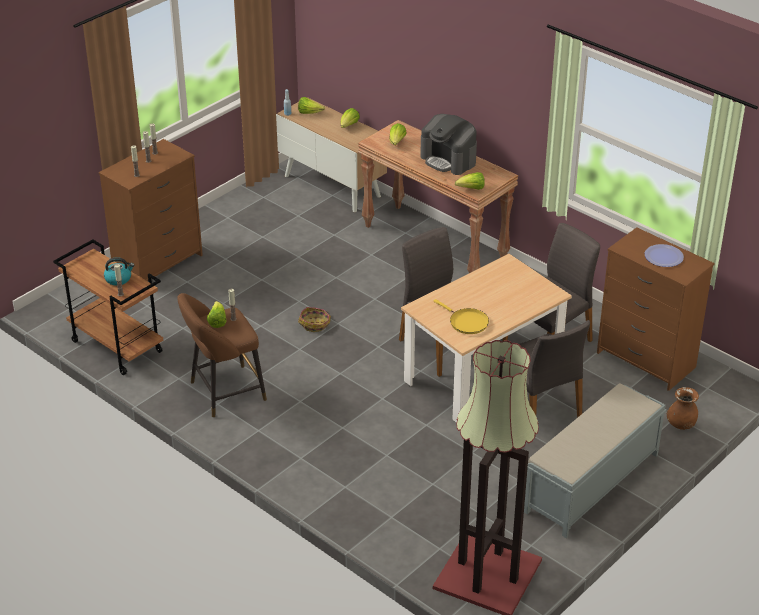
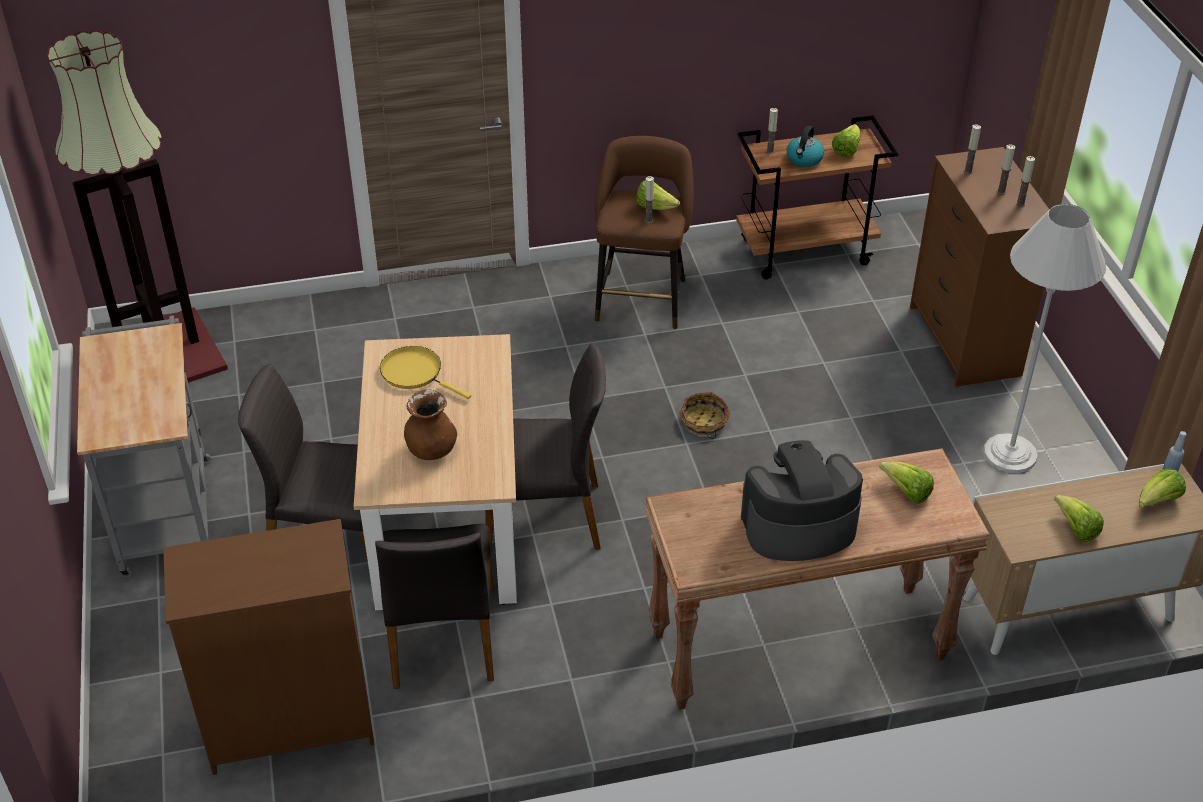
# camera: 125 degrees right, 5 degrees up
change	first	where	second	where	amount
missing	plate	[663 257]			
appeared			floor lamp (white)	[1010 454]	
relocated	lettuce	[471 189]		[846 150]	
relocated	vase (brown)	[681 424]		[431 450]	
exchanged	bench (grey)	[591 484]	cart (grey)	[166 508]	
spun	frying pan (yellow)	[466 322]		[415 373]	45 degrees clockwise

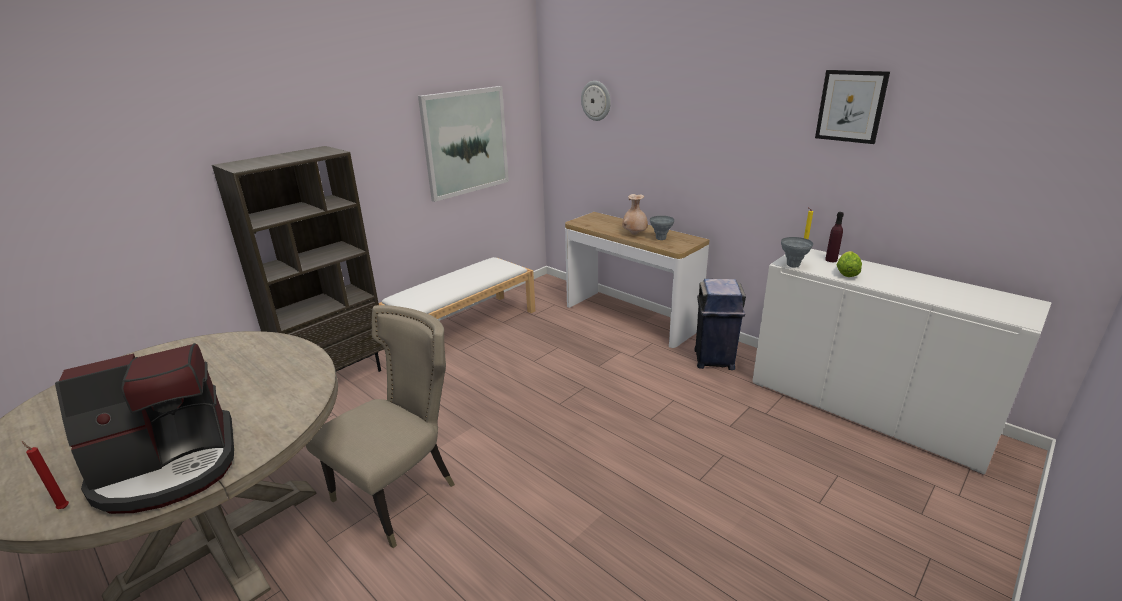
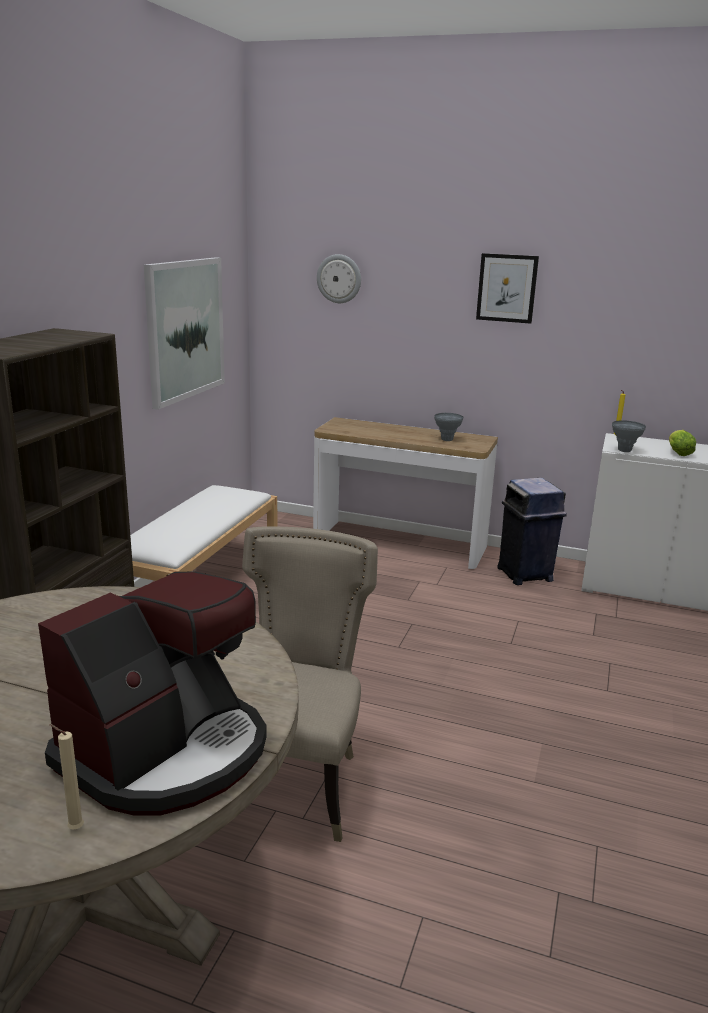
# camera: 25 degrees left, 5 degrees down
change	first	where	second	where	amount
missing	vase (beige)	[634 234]			
missing	bottle (purple)	[831 260]			
relocated	picture	[851 106]		[507 288]	
colour	candle (red)	[63 507]	candle (beige)	[73 828]	

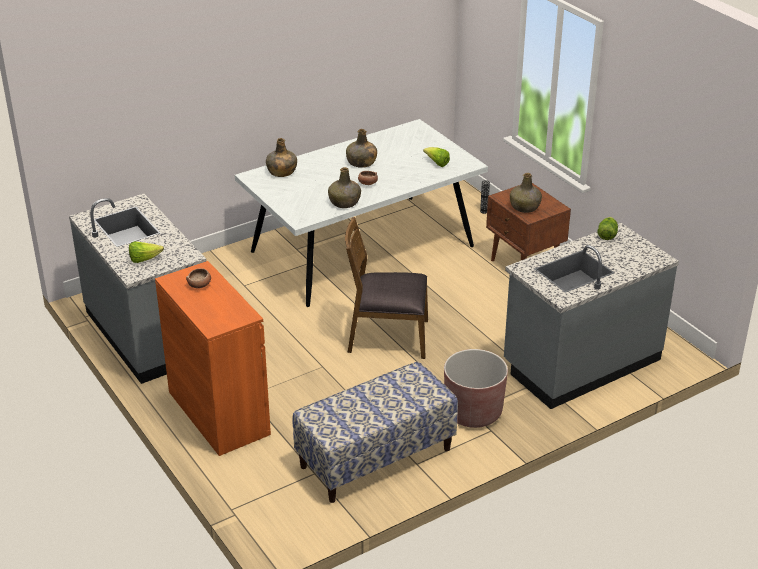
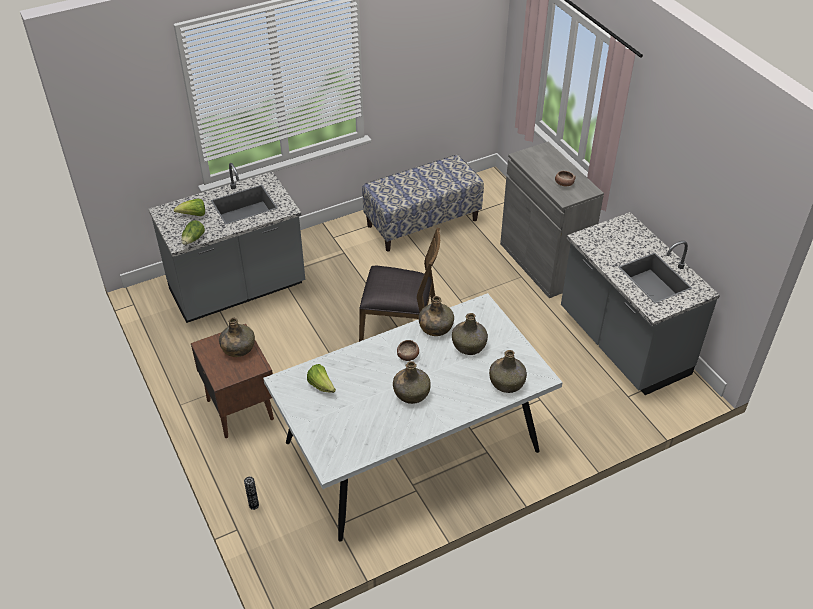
# camera: 175 degrees left, 10 degrees up
change	first	where	second	where	amount
missing	planter (brown)	[473 412]			
appeared			bottle (green)	[469 345]	
relocated	lettuce	[144 259]		[193 215]	
colour	cabinet (orange)	[218 413]	cabinet (grey)	[542 263]	

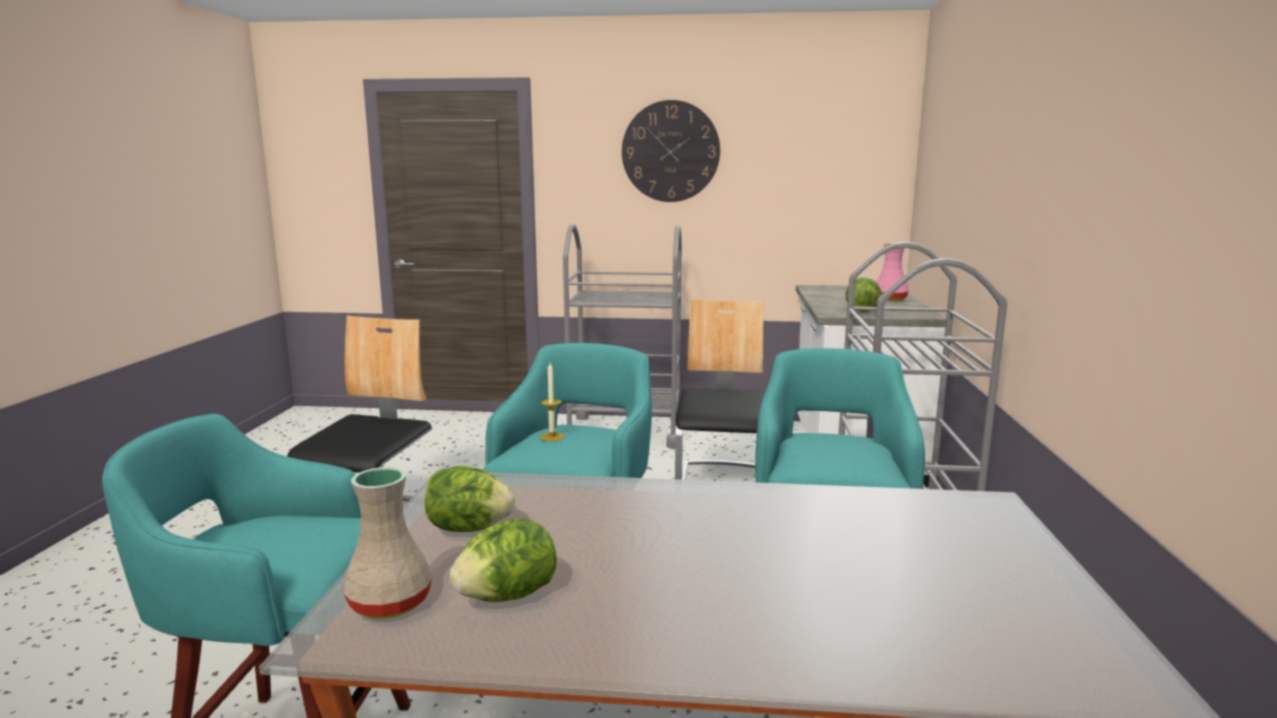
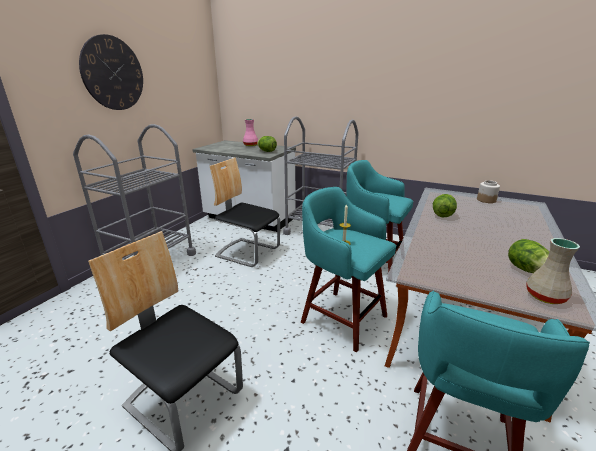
# camera: 70 degrees left, 10 degrees up
change	first	where	second	where	amount
appeared			jar	[486 200]	
relocated	lettuce	[468 528]		[442 215]	

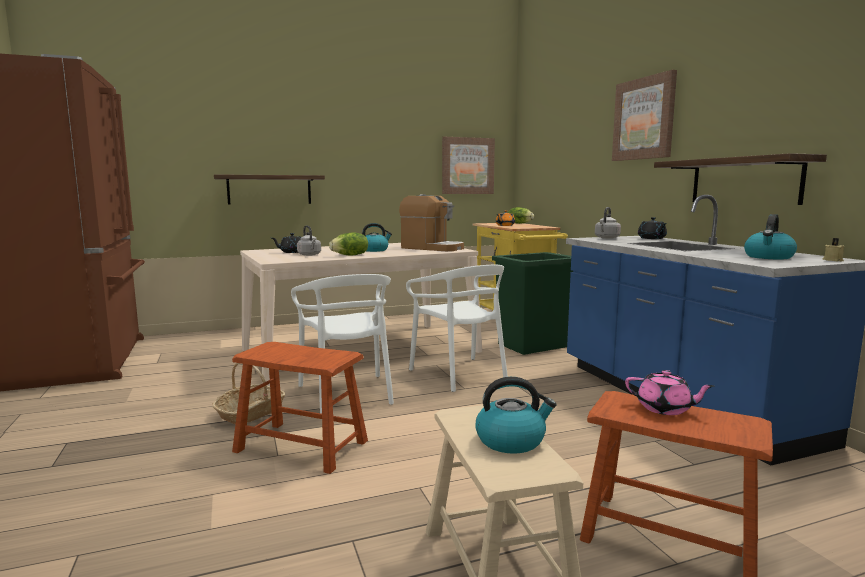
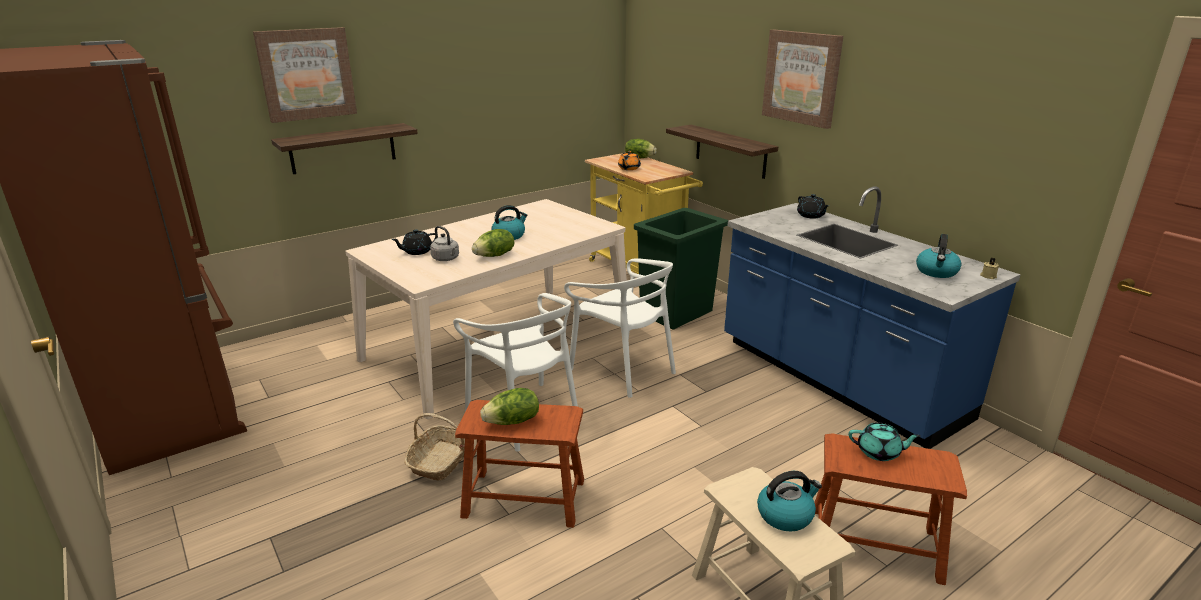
# camera: 15 degrees left, 15 degrees up
change	first	where	second	where	amount
missing	coffee machine	[432 248]			
missing	kettle (grey)	[606 238]			
appeared			lettuce	[513 421]	
relocated	picture	[467 166]		[306 74]	
relocated	shelf	[744 181]		[730 151]	
colour	teapot (pink)	[665 409]	teapot (turquoise)	[879 452]	

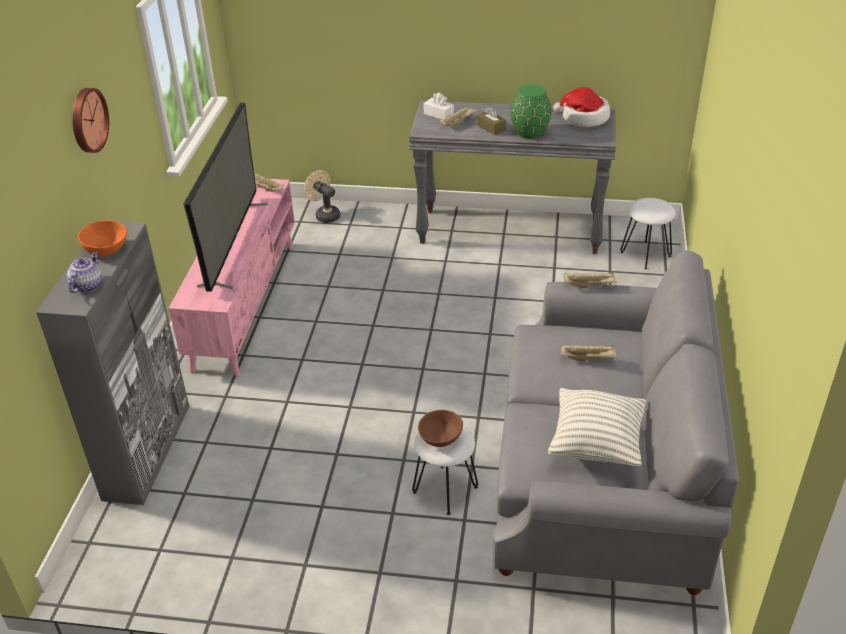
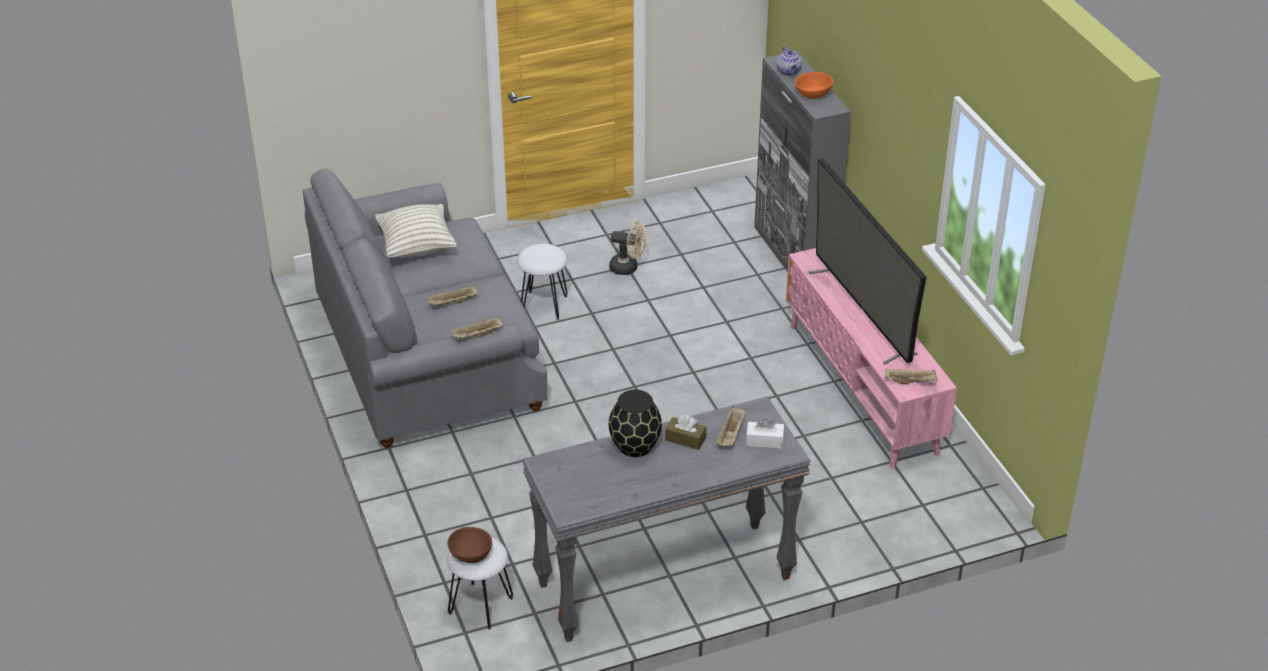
# camera: 150 degrees right, 0 degrees up
change	first	where	second	where	amount
missing	wall clock	[87 120]			
missing	hat	[583 118]			
relocated	fan (beige)	[325 215]		[628 268]	
relocated	bowl (brown)	[441 438]		[470 555]	
colour	vase (green)	[529 132]	vase (black)	[635 446]	

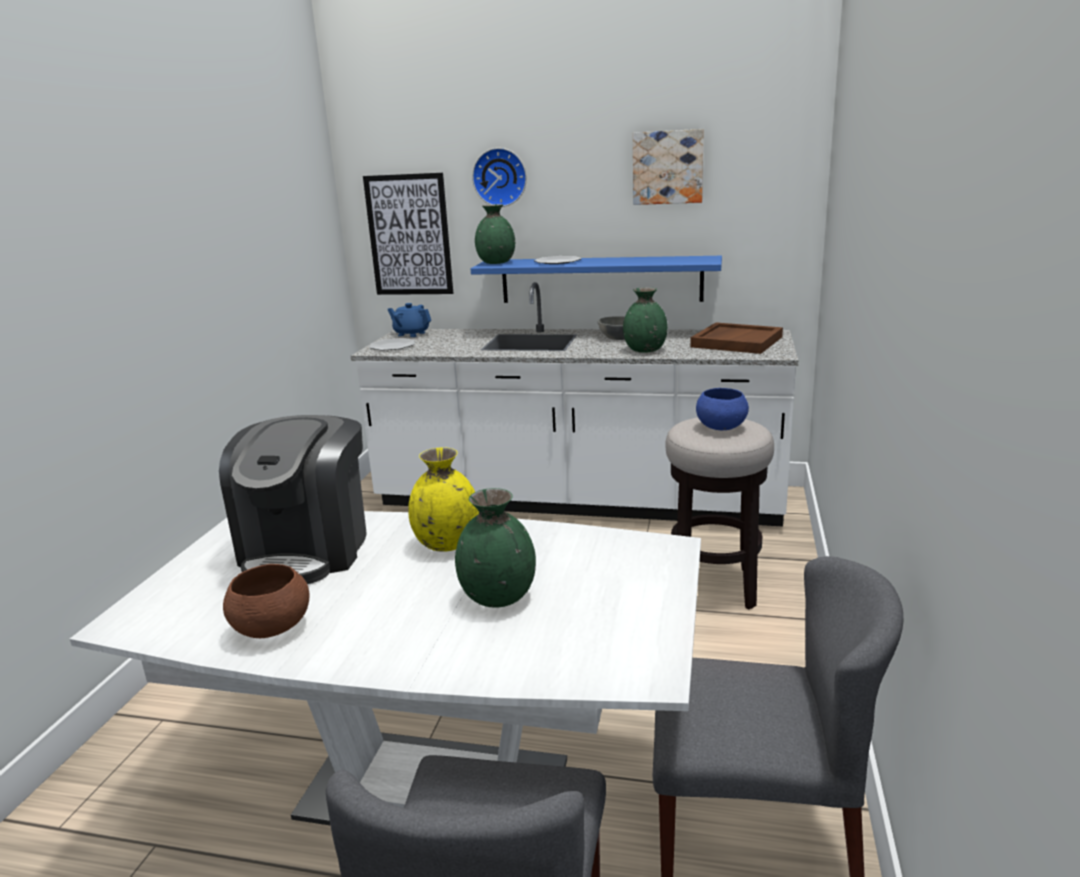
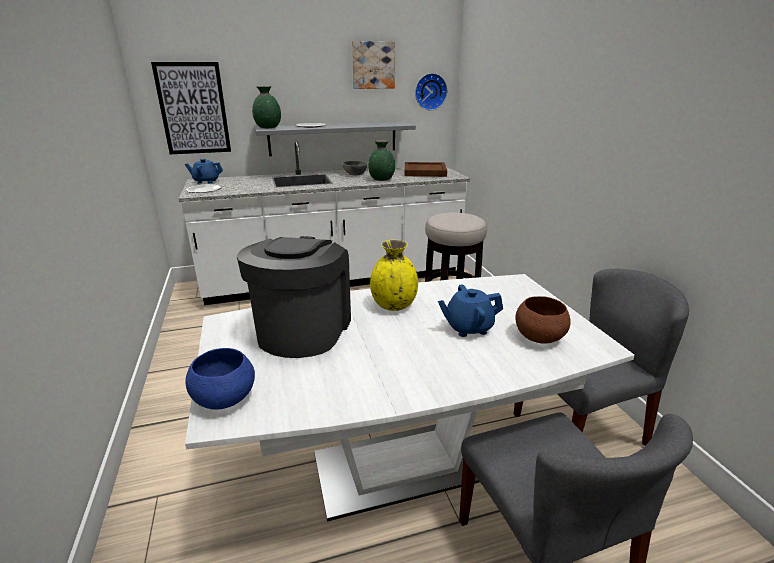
# camera: 30 degrees left, 5 degrees up
change	first	where	second	where	amount
relocated	bowl (brown)	[271 628]		[538 337]	
relocated	wall clock	[500 177]		[430 91]	
relocated	bowl (blue)	[720 428]		[224 399]	
exchanged	vase (green)	[499 597]	teapot (blue)	[468 328]	
colour	shelf (blue)	[600 280]	shelf (grey)	[333 138]	
spun	coffee machine	[308 550]		[303 330]	150 degrees counterclockwise

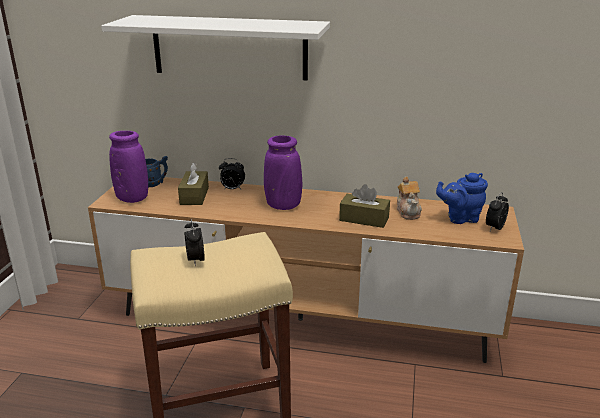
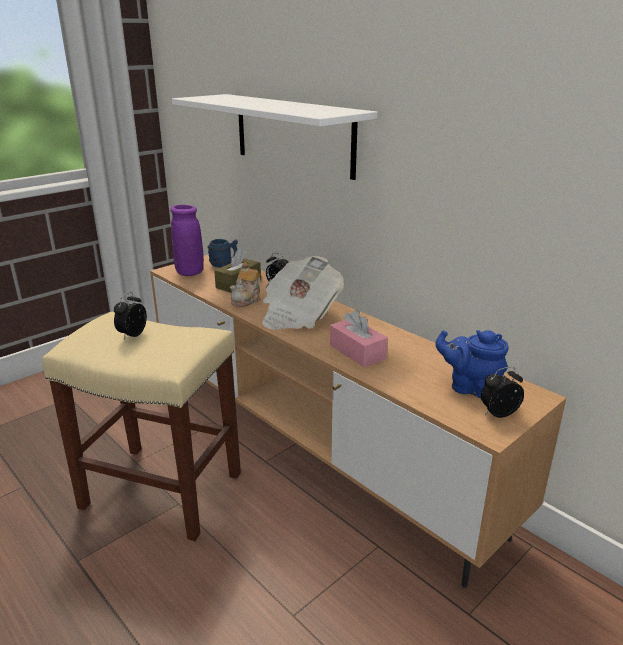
# camera: 35 degrees right, 0 degrees up
change	first	where	second	where	amount
relocated	teapot	[408 211]		[247 300]	
exchanged	vase (purple)	[283 206]	newspaper	[299 314]	
colour	tissue box (brown)	[364 219]	tissue box (pink)	[357 352]	

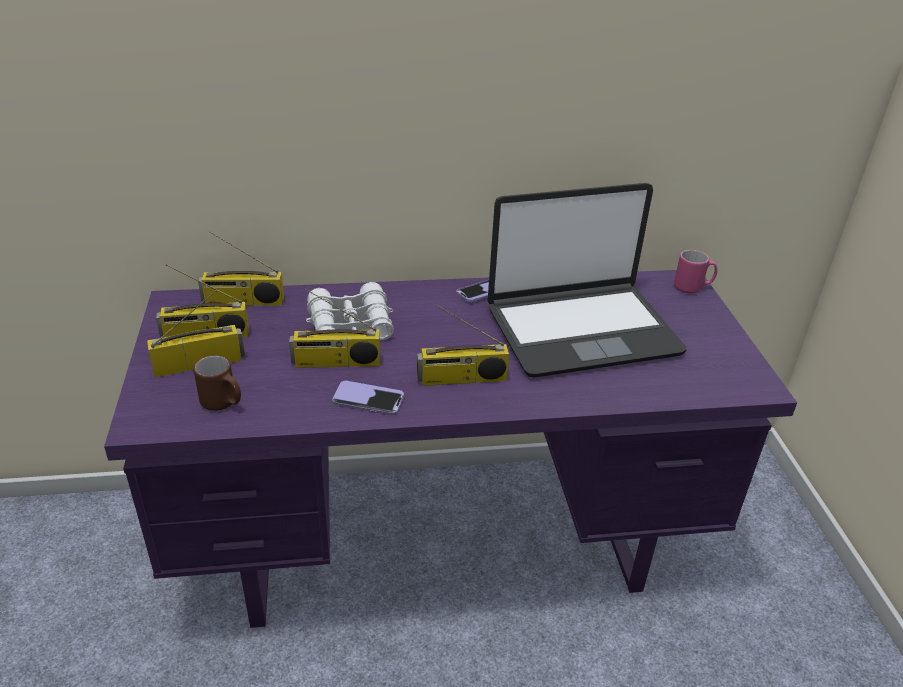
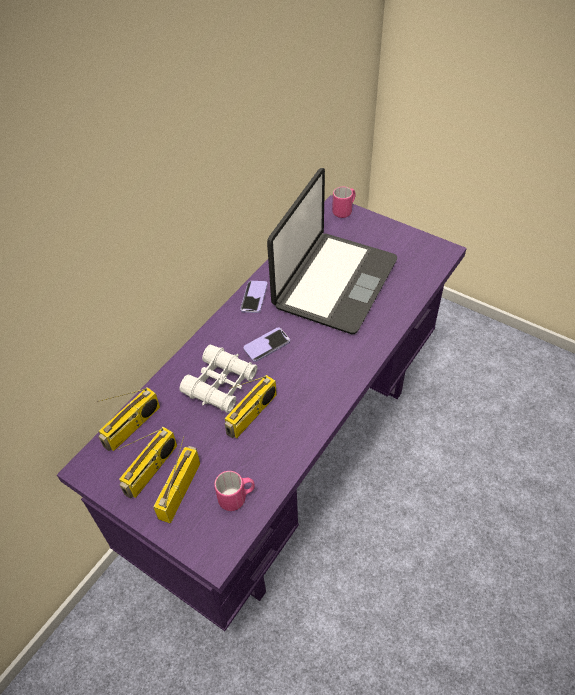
# camera: 45 degrees left, 15 degrees up
change	first	where	second	where	amount
missing	radio	[461 379]			
relocated	phone	[368 400]		[267 345]	
colour	mug (brown)	[223 403]	mug (pink)	[237 498]	

